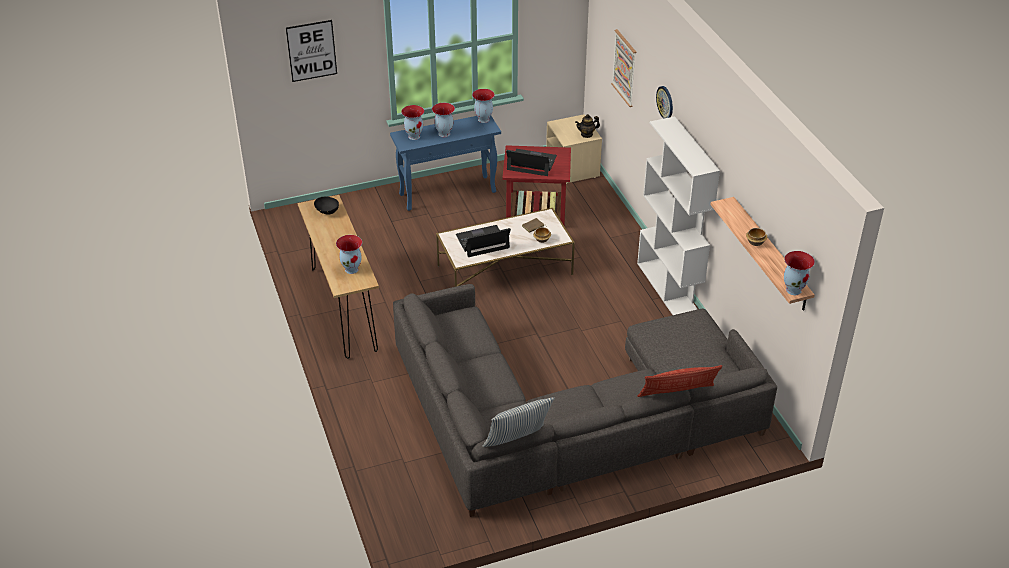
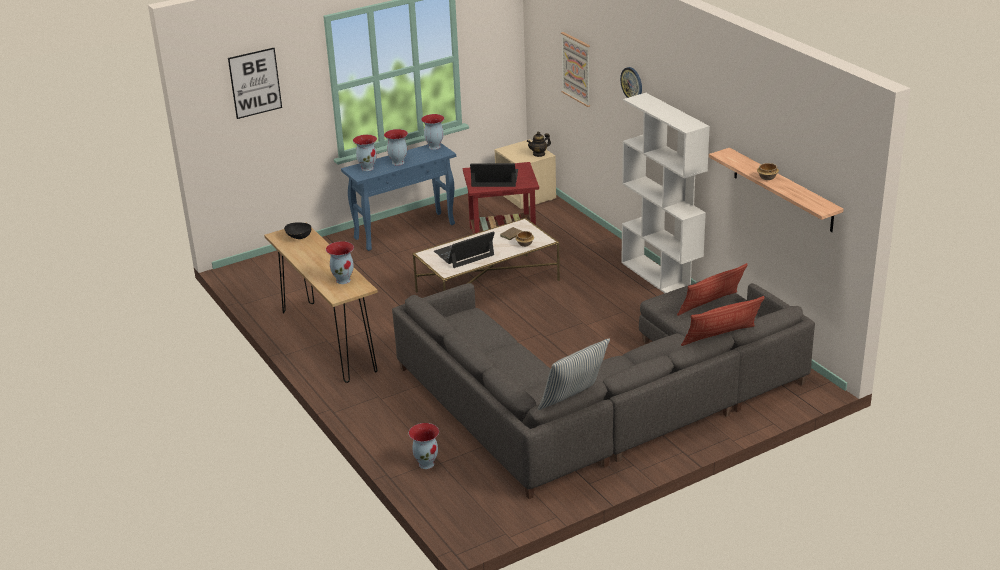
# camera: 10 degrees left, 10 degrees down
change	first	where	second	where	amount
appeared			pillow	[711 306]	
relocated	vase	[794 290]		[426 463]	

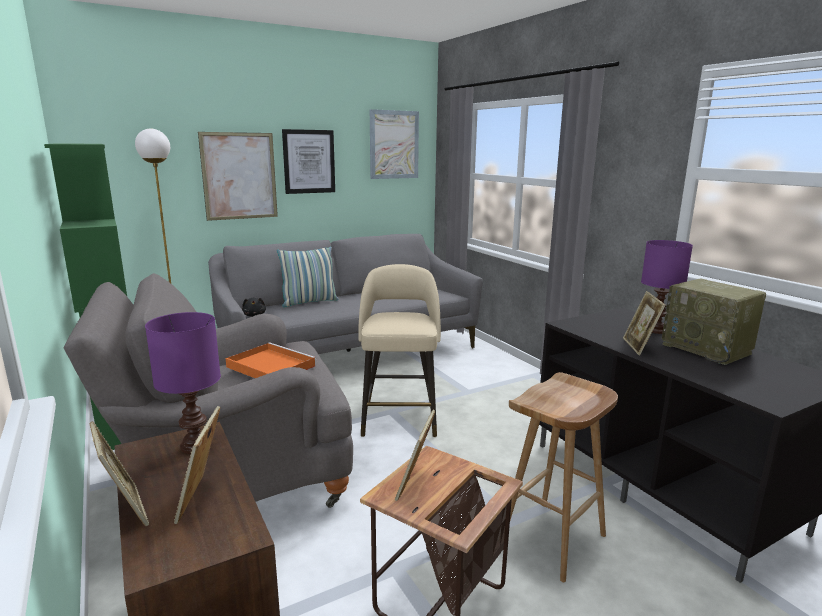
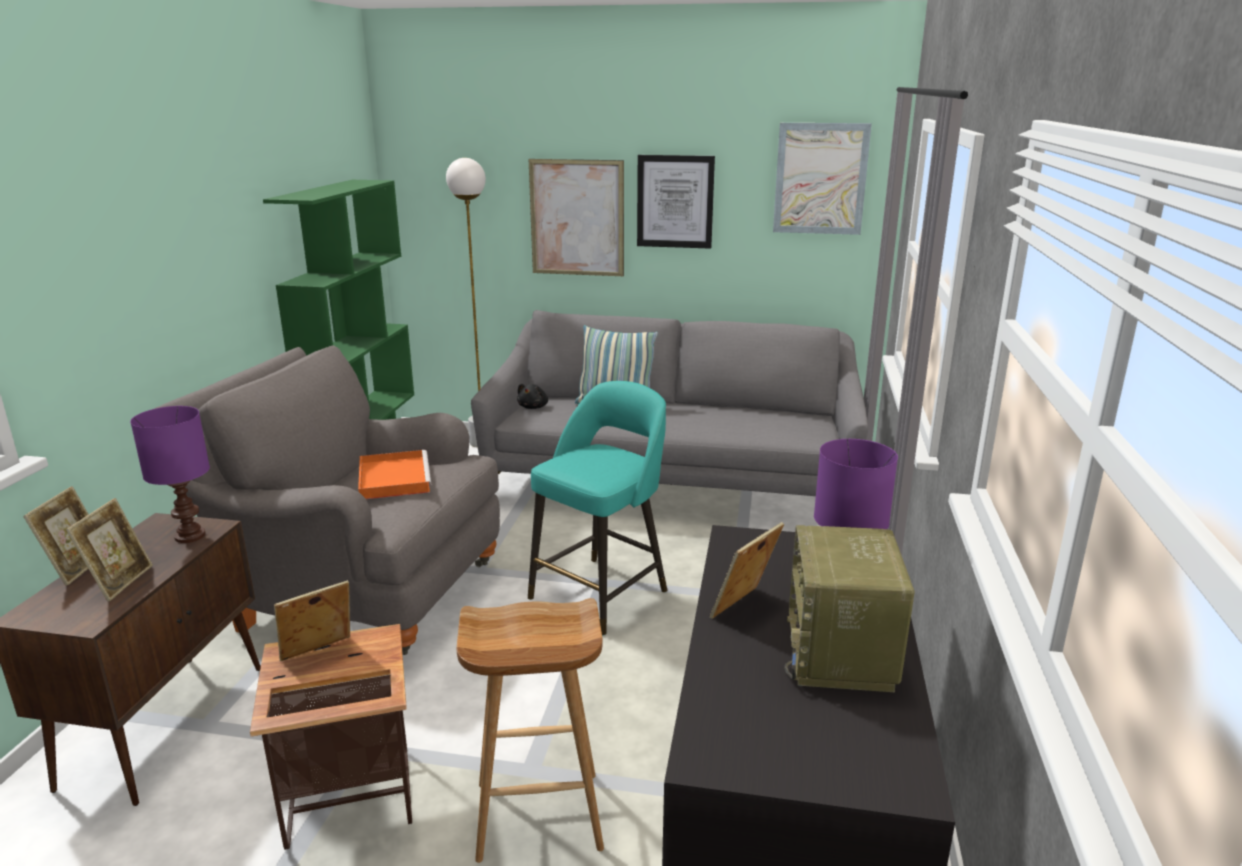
# camera: 40 degrees right, 5 degrees up
change	first	where	second	where	amount
colour	stool (beige)	[399 416]	stool (turquoise)	[601 593]	
spun	picture frame	[202 499]		[120 582]	150 degrees clockwise

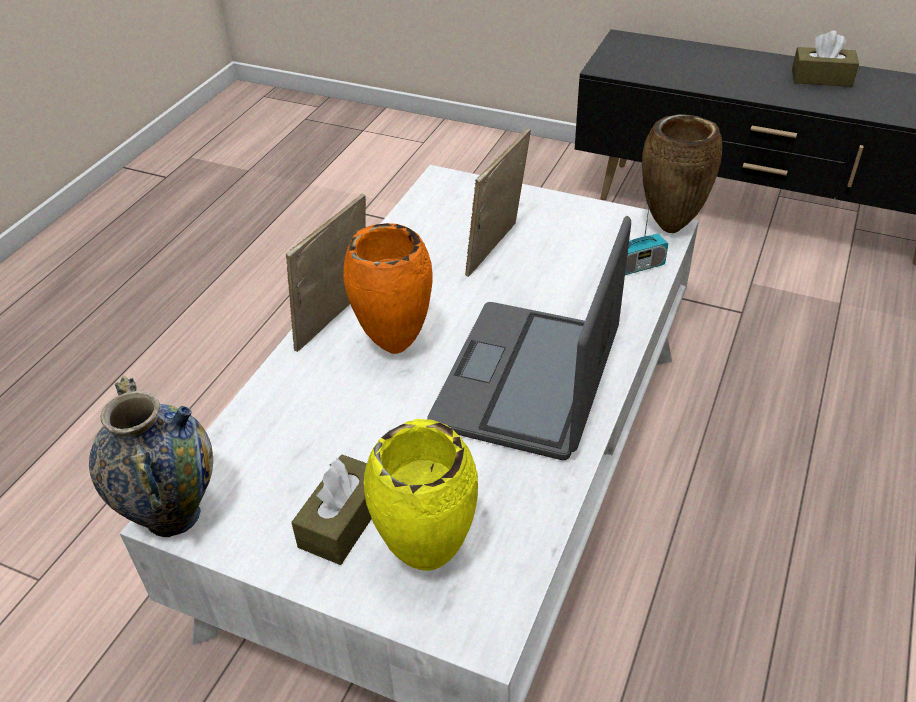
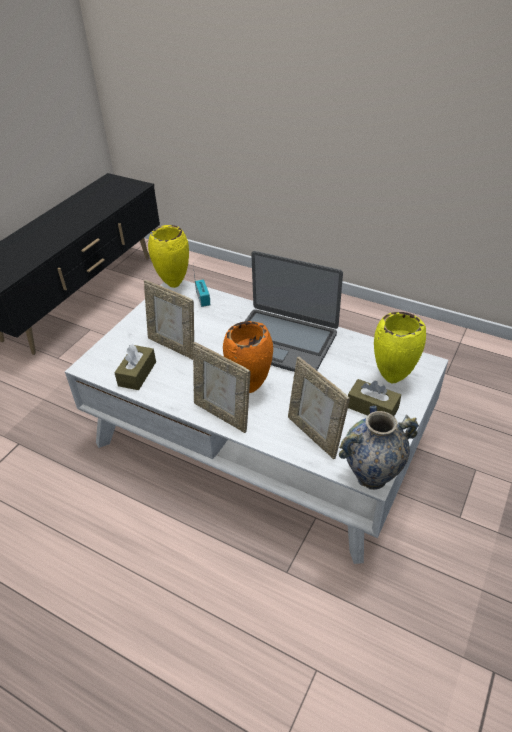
# camera: 85 degrees left, 0 degrees up
change	first	where	second	where	amount
appeared			picture frame	[314 435]	
relocated	tissue box (brown)	[821 78]		[137 374]	
colour	vase (brown)	[670 227]	vase (yellow)	[173 285]	

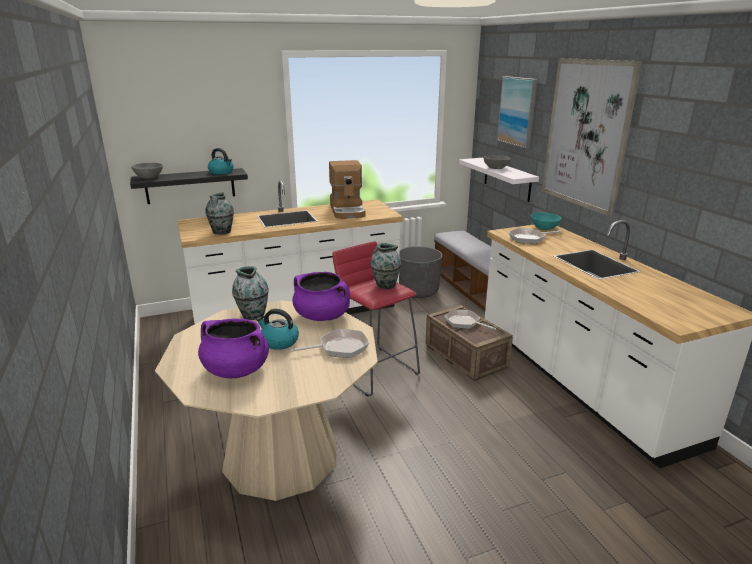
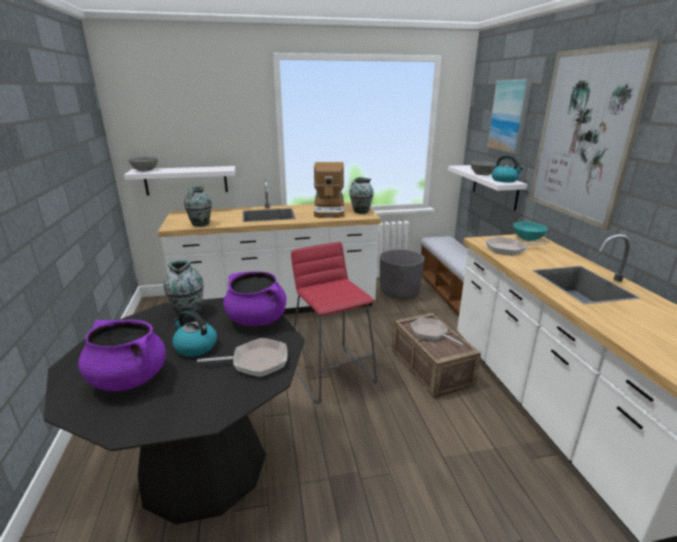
# camera: 10 degrees right, 0 degrees up
change	first	where	second	where	amount
relocated	kettle	[221 172]		[505 180]	
relocated	vase	[385 285]		[360 211]	
colour	shelf (black)	[190 186]	shelf (white)	[186 180]	
colour	dining table (beige)	[281 456]	dining table (black)	[203 465]	

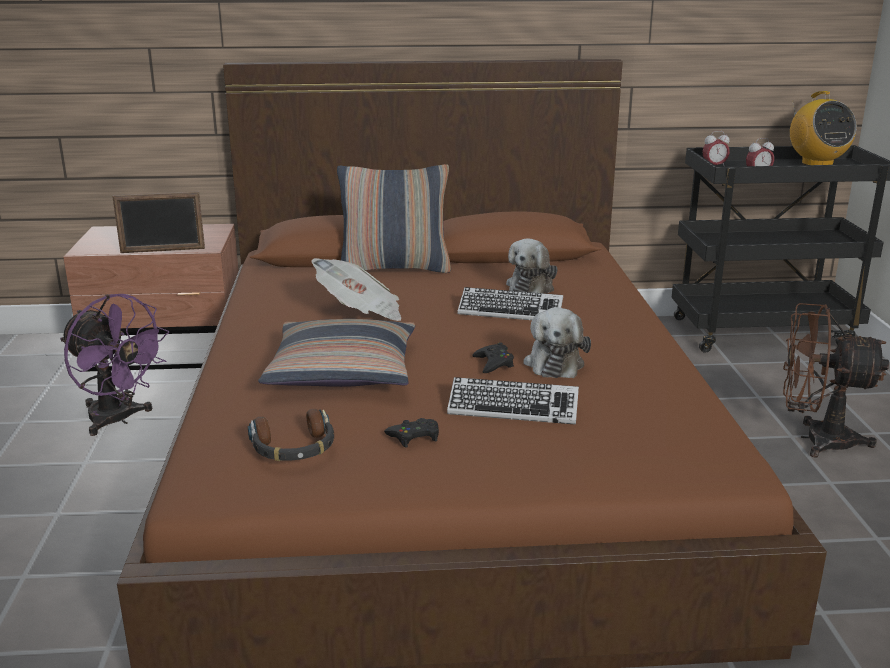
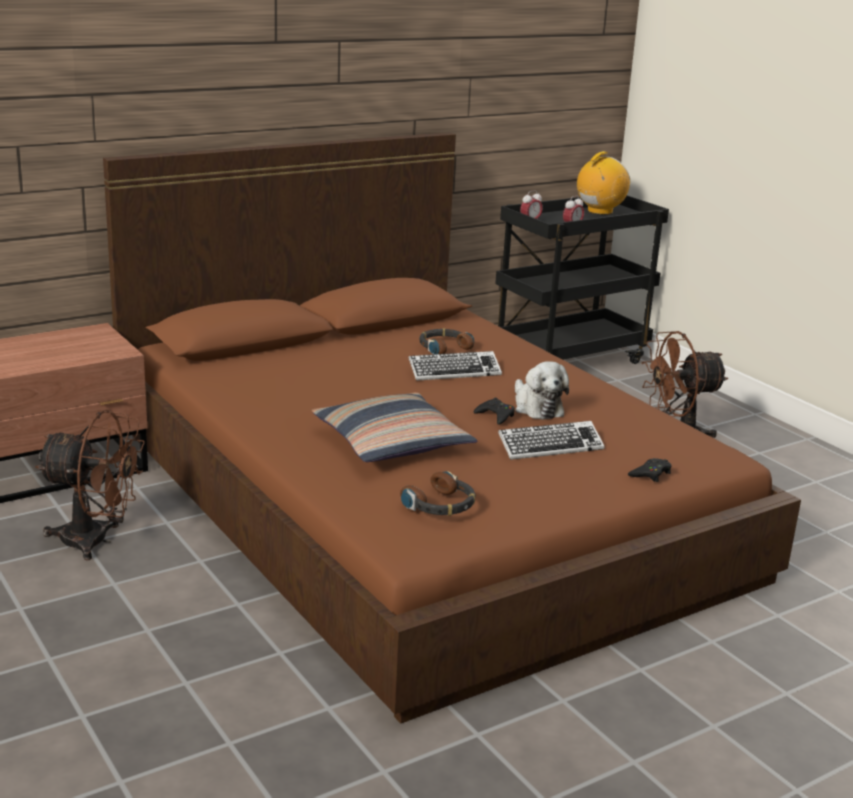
# camera: 30 degrees left, 0 degrees up
change	first	where	second	where	amount
missing	picture frame	[163 250]			
missing	newspaper	[360 312]			
missing	pillow	[395 268]			
relocated	game controller (black)	[414 437]		[650 474]	
exchanged	plush toy	[532 286]	headphones	[444 347]	
colour	fan (purple)	[118 420]	fan (brown)	[96 541]	
spun	radio	[816 163]		[600 211]	90 degrees counterclockwise

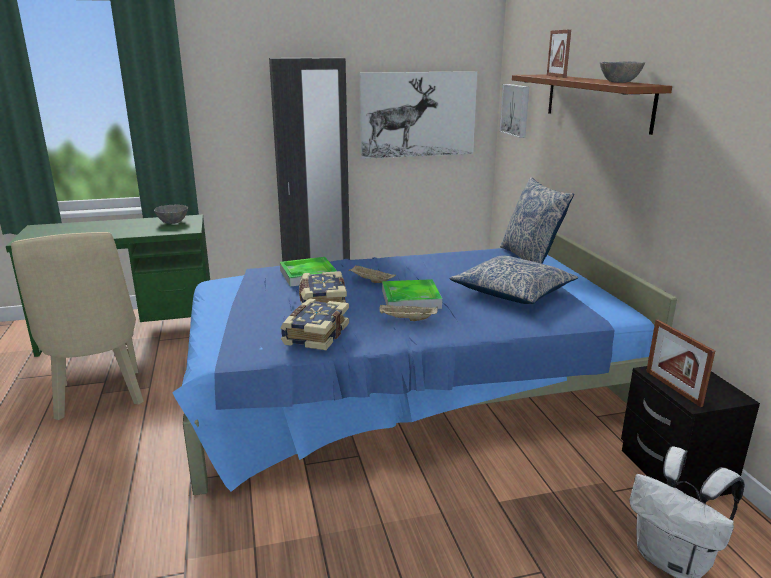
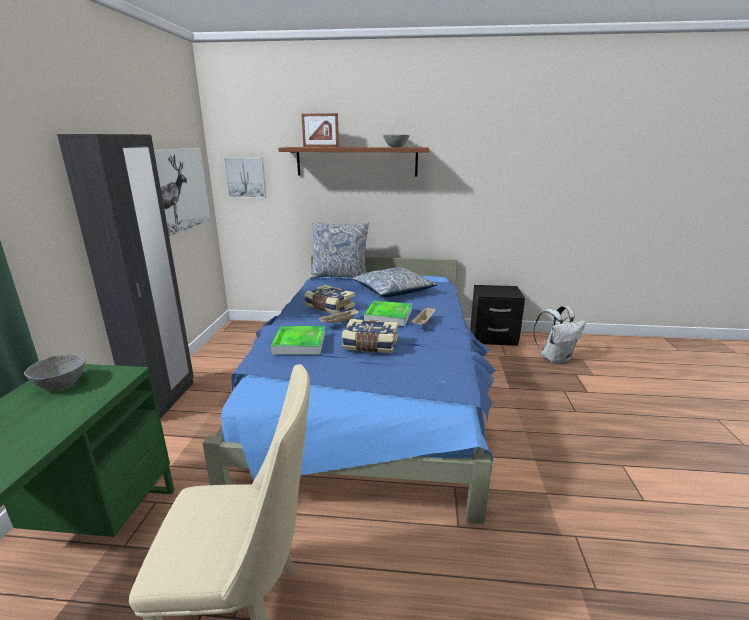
# camera: 70 degrees left, 0 degrees up
change	first	where	second	where	amount
missing	picture frame	[673 388]			
relocated	book	[315 334]		[329 307]	

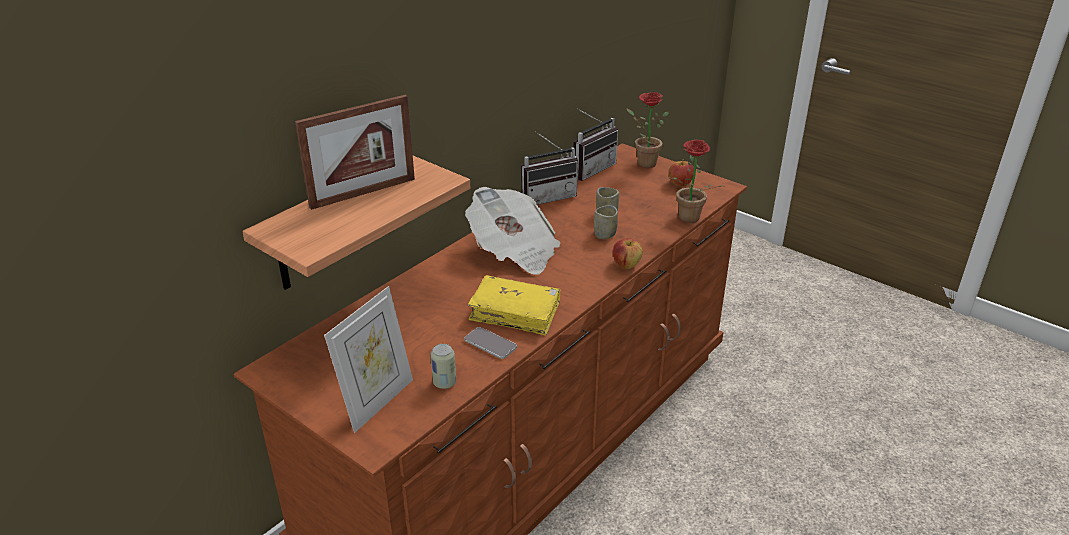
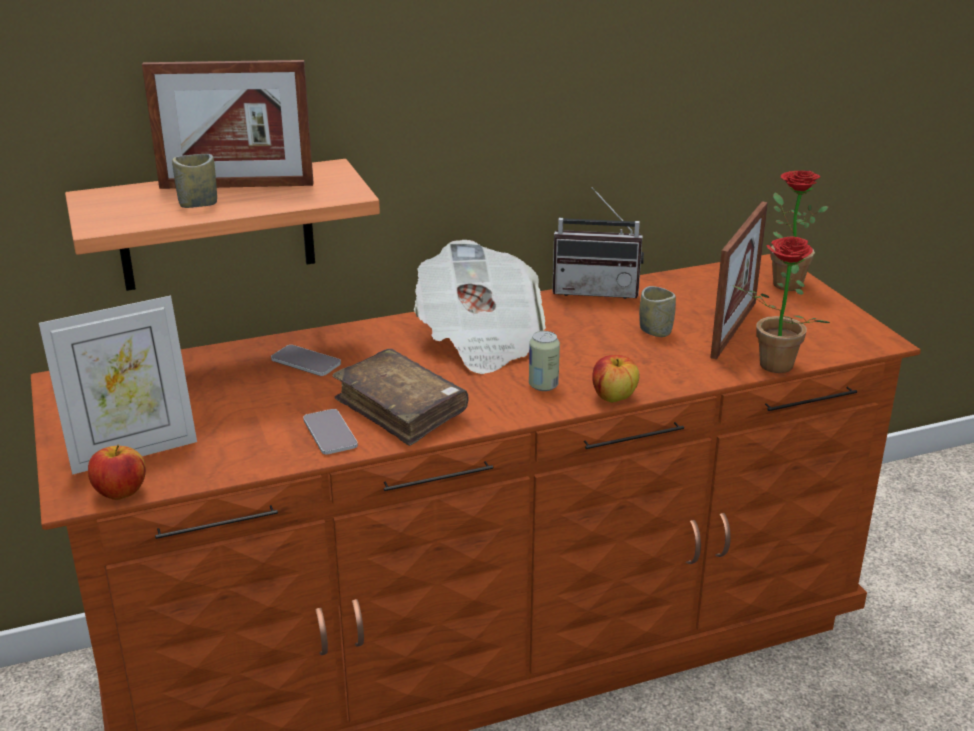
# camera: 30 degrees right, 5 degrees down
change	first	where	second	where	amount
missing	radio	[590 169]			
appeared			phone	[306 362]	
appeared			picture frame	[734 329]	
relocated	can	[444 383]		[543 385]	
relocated	cup	[605 234]		[198 204]	
relocated	apple	[680 184]		[120 492]	
colour	book (yellow)	[515 313]	book (brown)	[401 409]	

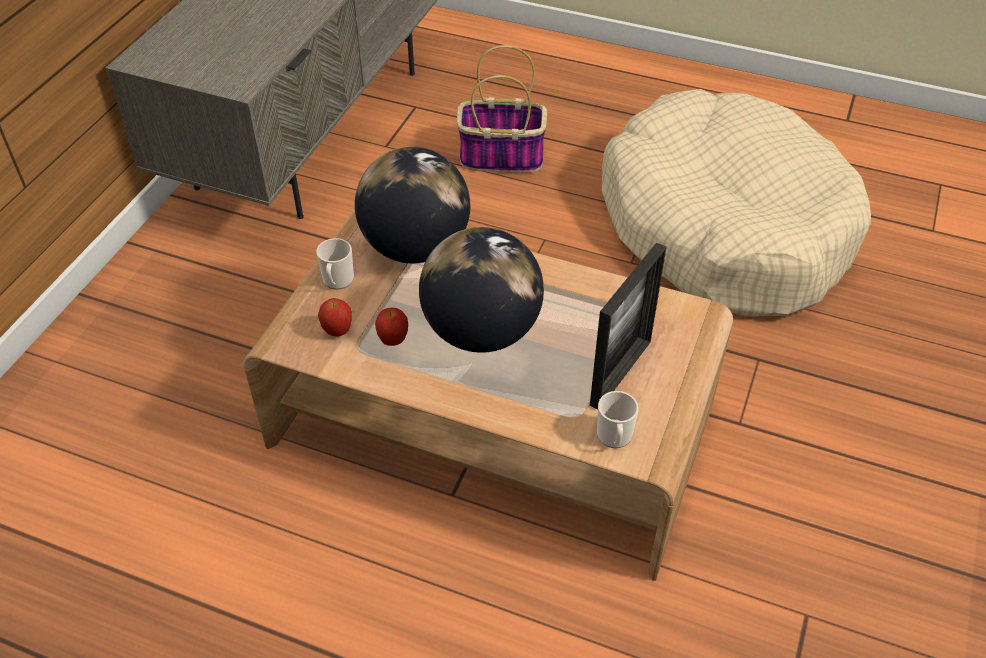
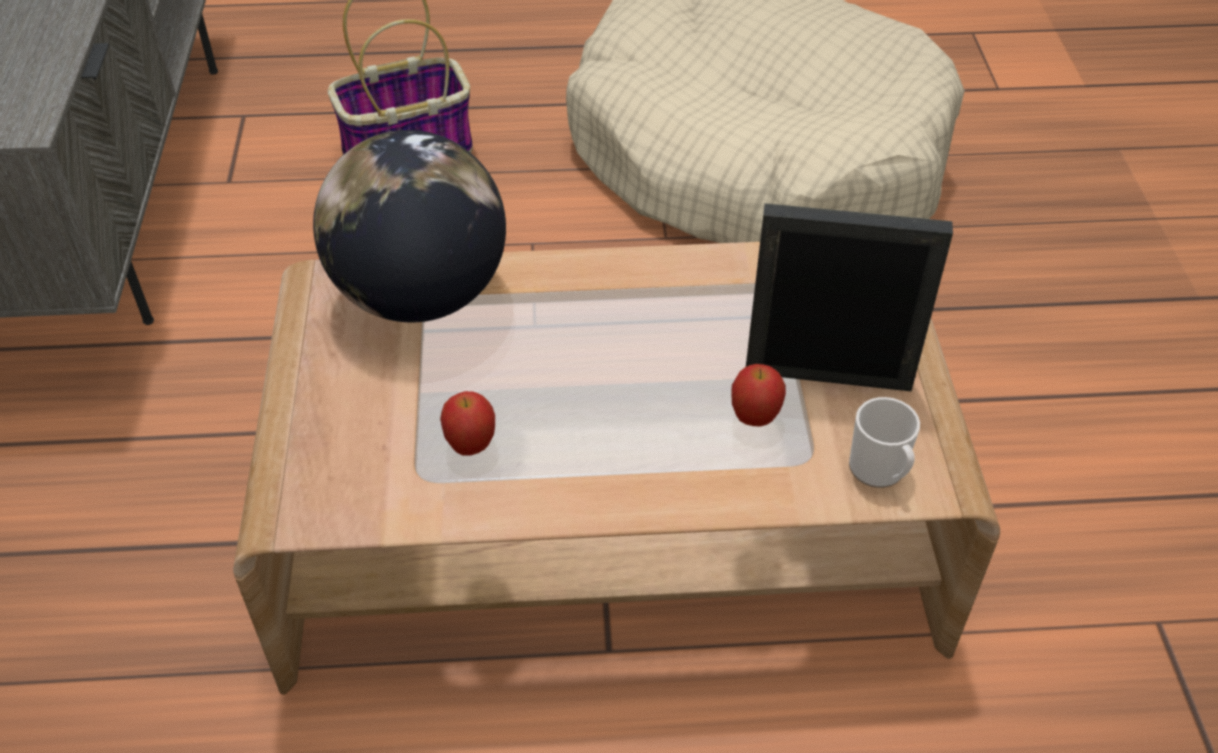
# camera: 25 degrees left, 0 degrees up
change	first	where	second	where	amount
missing	mug	[337 281]			
missing	globe	[481 332]			
relocated	apple	[337 331]		[754 418]	
spun	picture frame	[620 372]		[827 376]	90 degrees counterclockwise

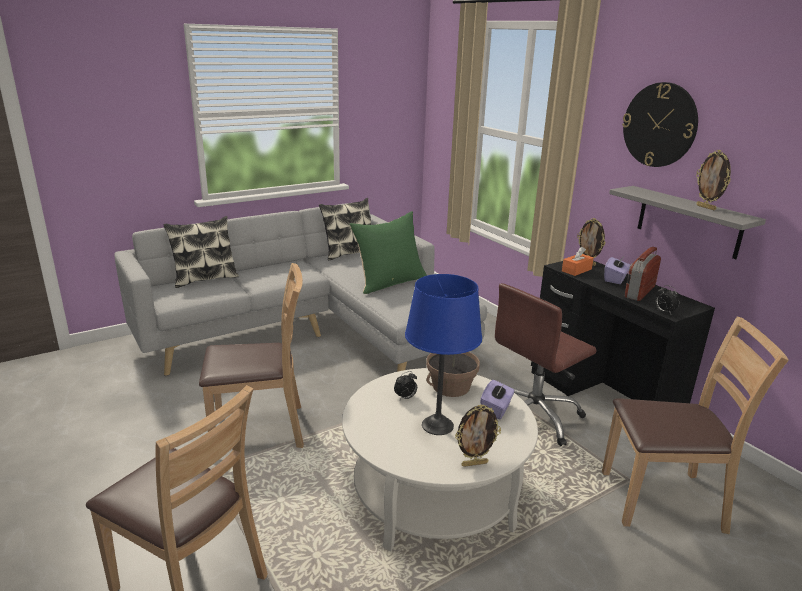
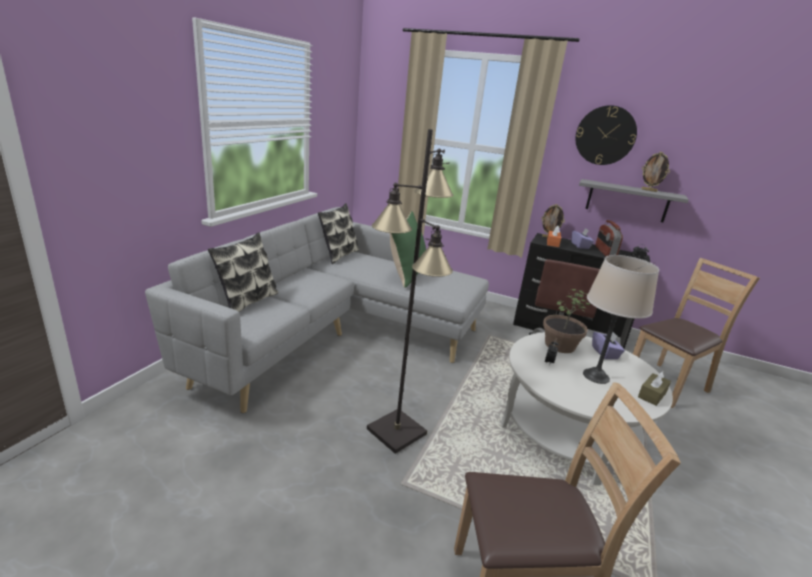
# camera: 35 degrees left, 0 degrees up
change	first	where	second	where	amount
exchanged	chair (brown)	[260 430]	floor lamp (black)	[397 431]	
exchanged	picture frame	[474 463]	tissue box (brown)	[652 395]	
colour	table lamp (blue)	[437 425]	table lamp (beige)	[595 376]	

